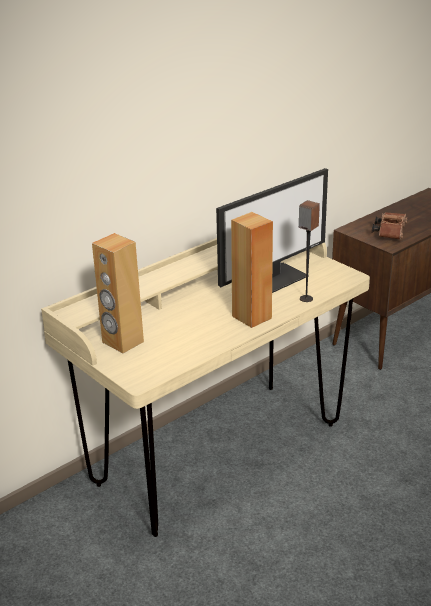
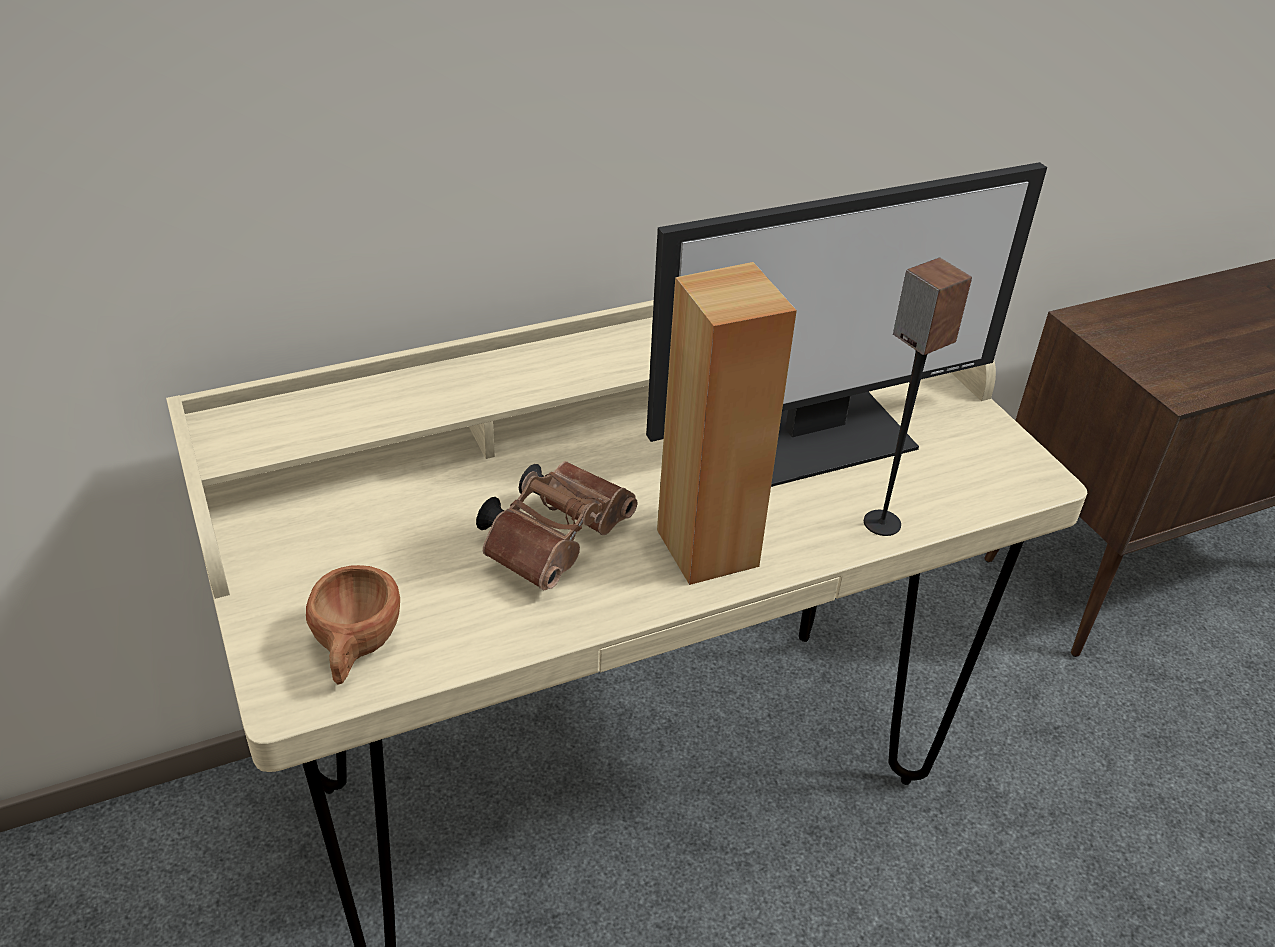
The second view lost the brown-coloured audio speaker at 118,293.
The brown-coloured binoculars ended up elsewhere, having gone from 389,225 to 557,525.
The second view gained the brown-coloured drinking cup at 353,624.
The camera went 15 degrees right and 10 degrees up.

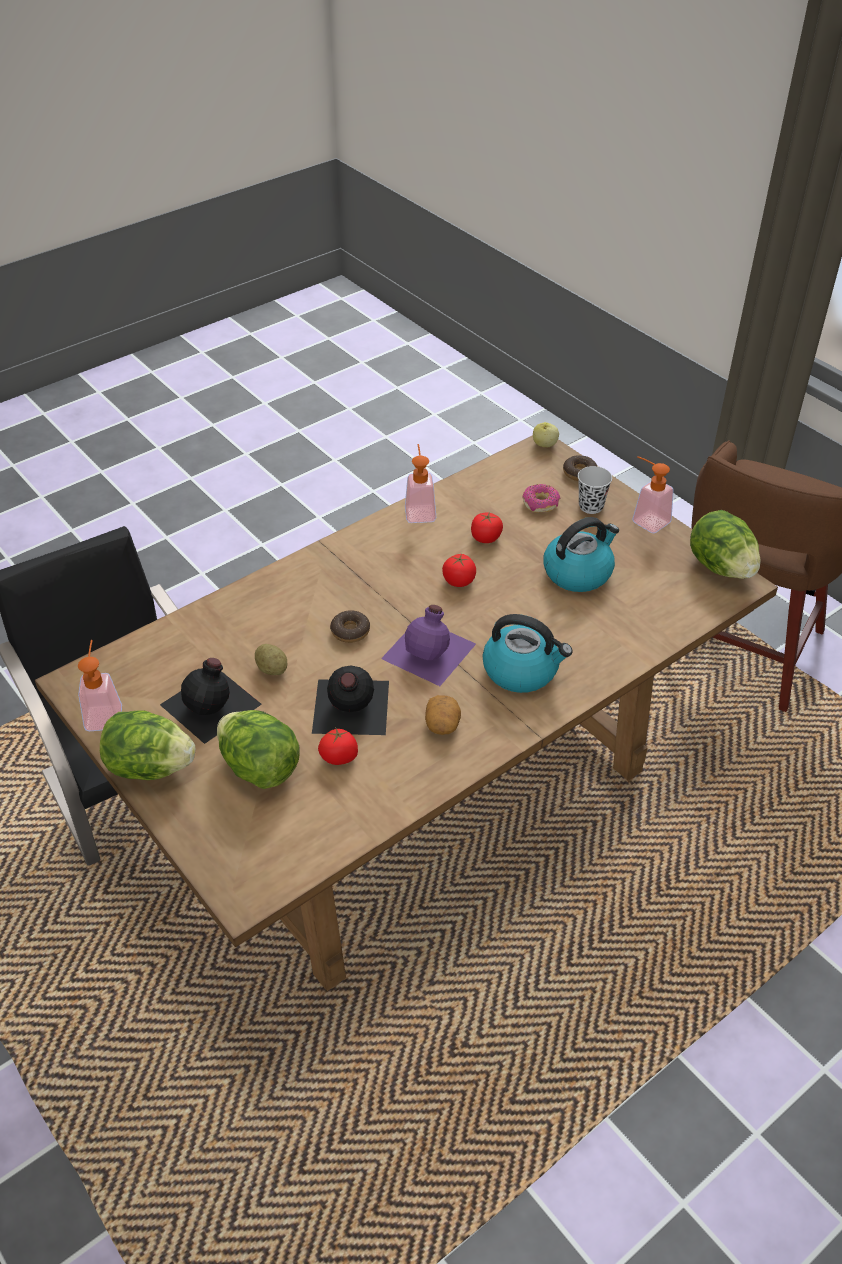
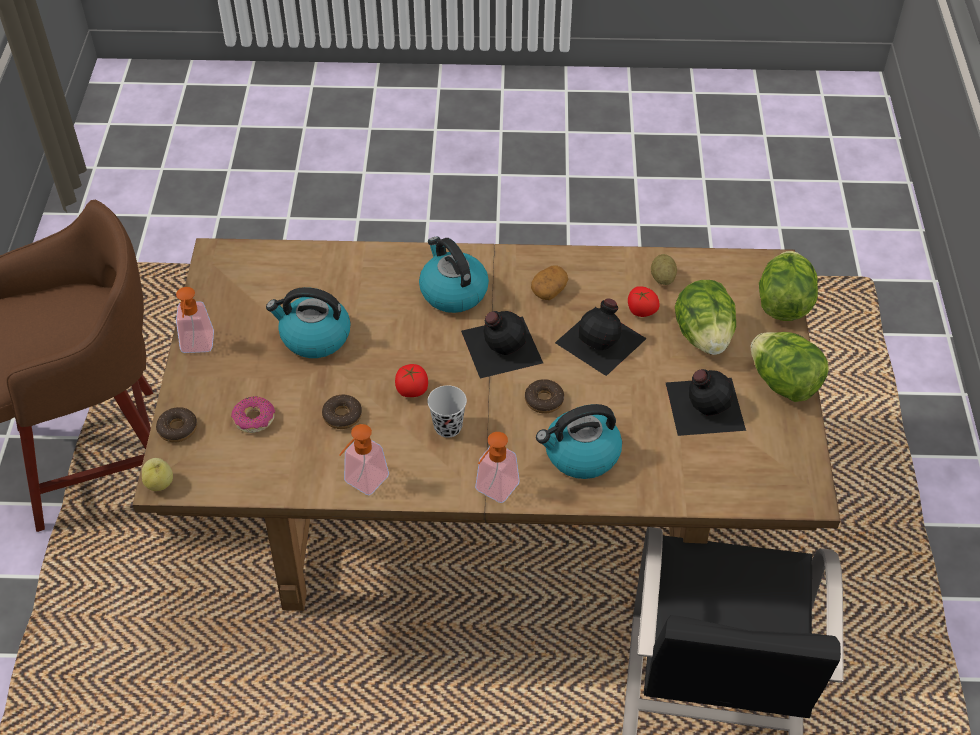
The soap dispenser ended up elsewhere, having gone from 100,685 to 497,467.
The spud ended up elsewhere, having gone from 271,659 to 664,269.
What was the purple beverage bottle at 428,645 turned into the black beverage bottle at 502,344.
Where the whole tomato stood at 487,527, the donut came to stand at 342,412.
The black drinking cup ended up elsewhere, having gone from 595,490 to 447,411.
The head of lettuce ended up elsewhere, having gone from 725,544 to 788,286.
The second view gained the water kettle at 579,441.
The camera went 140 degrees left and 5 degrees up.

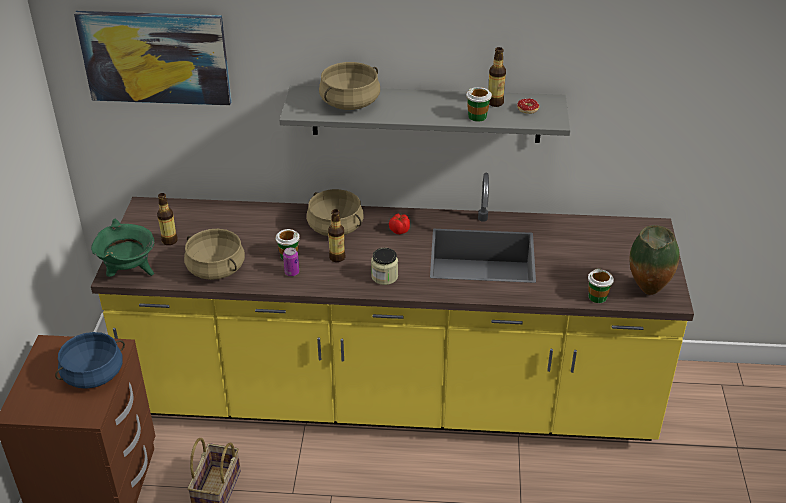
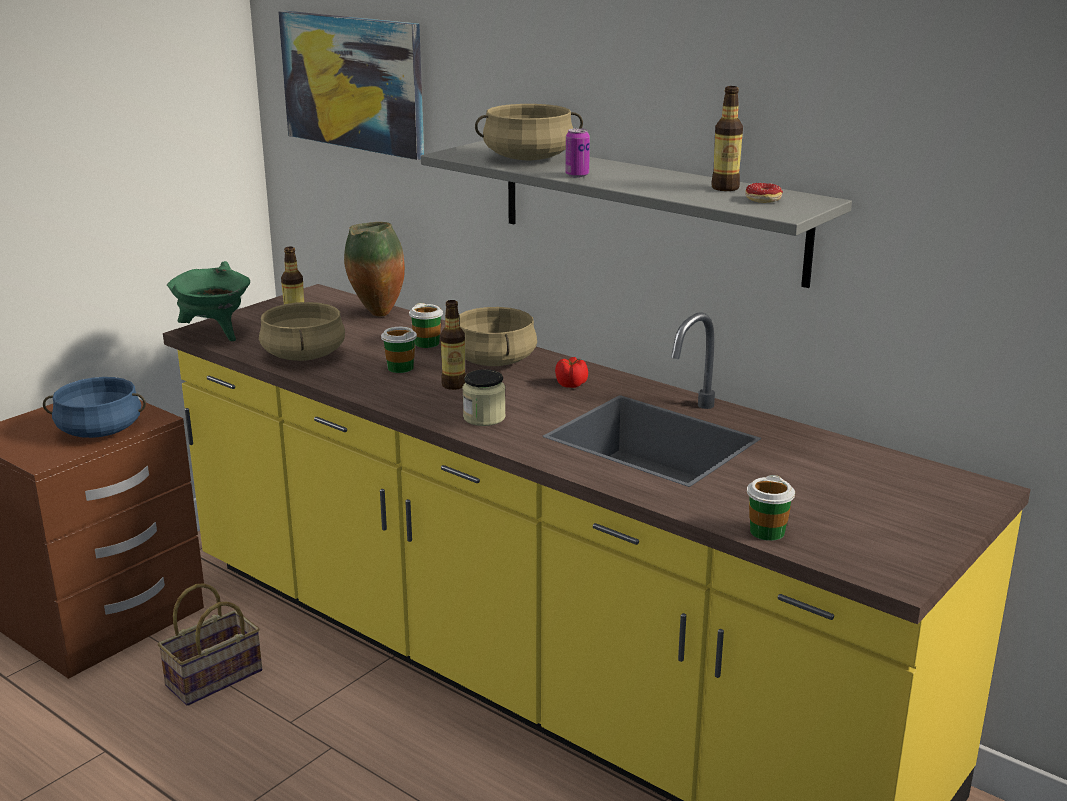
The metal can ended up elsewhere, having gone from 291,261 to 577,152.
The drinking cup ended up elsewhere, having gone from 479,104 to 426,325.
The vase ended up elsewhere, having gone from 655,260 to 374,269.
The camera went 35 degrees right and 15 degrees down.

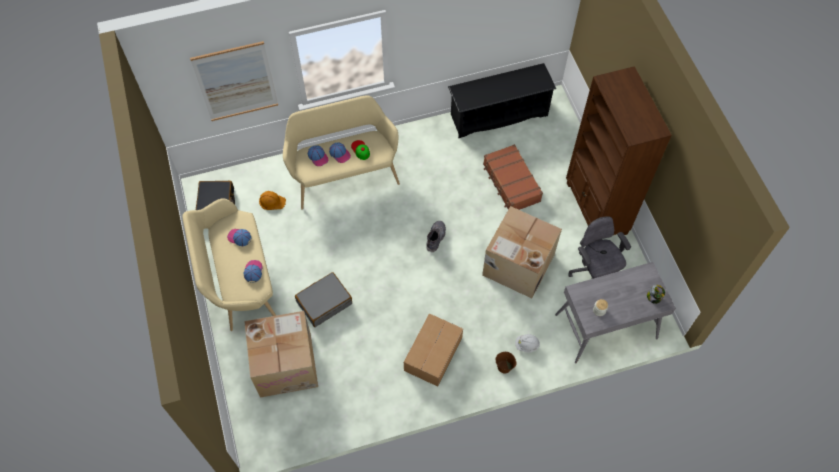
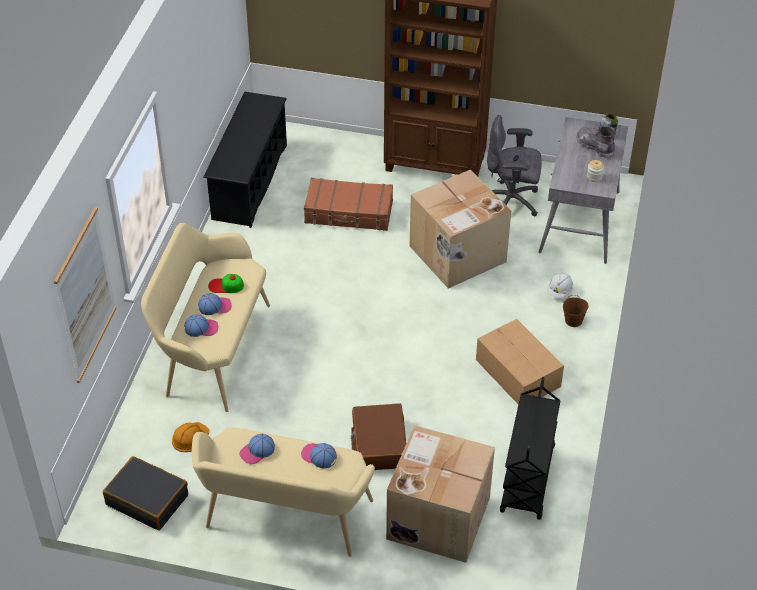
What was the gray piece of luggage at 323,299 turned into the brown-coloured piece of luggage at 378,436.
The gray boot ended up elsewhere, having gone from 436,236 to 596,142.
The second view gained the black trolley at 530,448.
The camera went 60 degrees left and 15 degrees down.

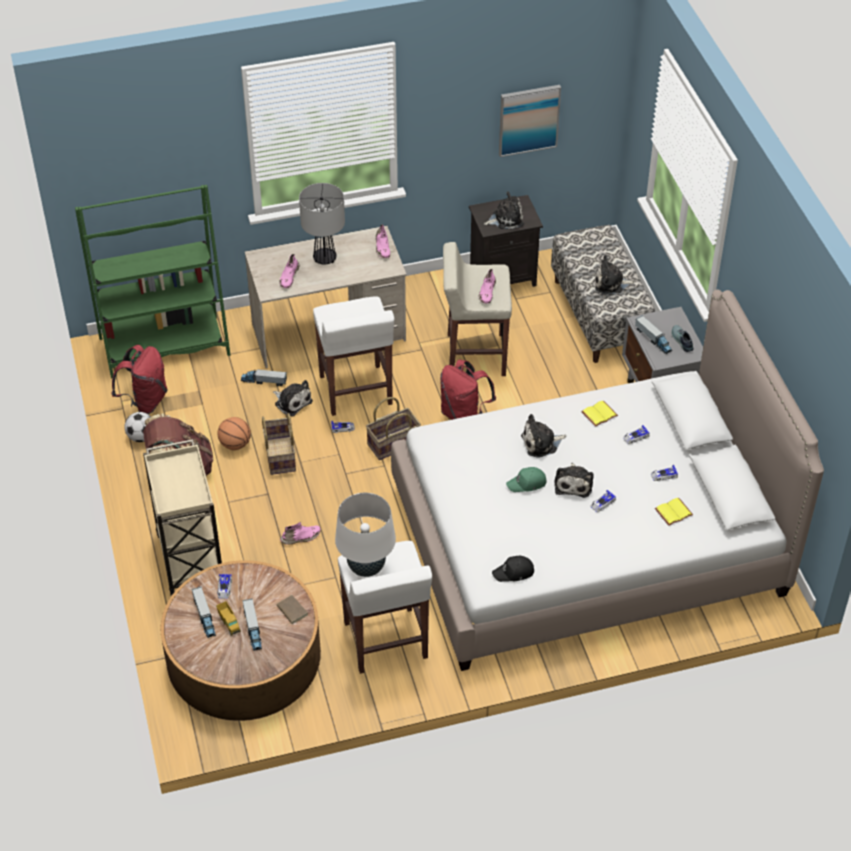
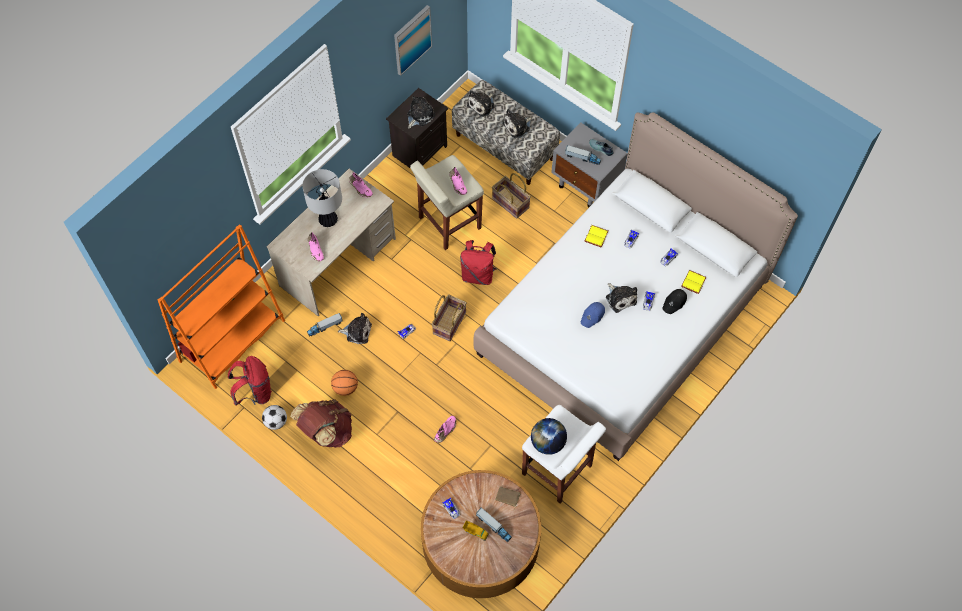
What was the green-coloured bookcase at 153,282 turned into the orange-coloured bookcase at 221,306.
The second view lost the sand-coloured trolley at 182,517.
The second view lost the model truck at 204,612.
The household basket ended up elsewhere, having gone from 279,444 to 511,196.
The second view lost the white sitting stool at 353,356.
Where the white lamp for a table stood at 365,535, the globe came to stand at 549,436.
The black baseball cap ended up elsewhere, having gone from 513,569 to 674,301.
What was the green-coloured baseball cap at 526,479 turned into the blue-coloured baseball cap at 593,315.
The soft toy ended up elsewhere, having gone from 543,436 to 481,103.
The camera went 35 degrees left and 15 degrees up.

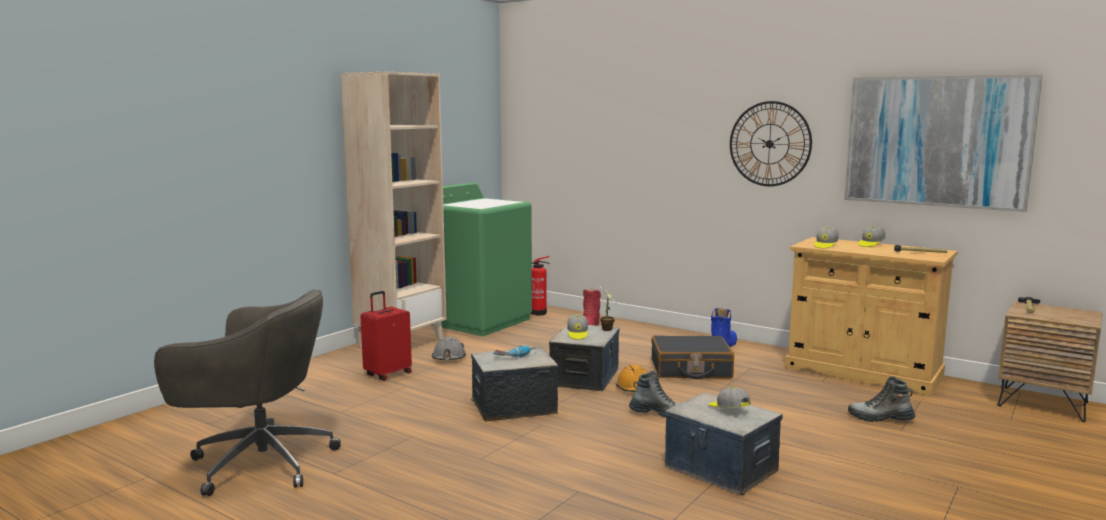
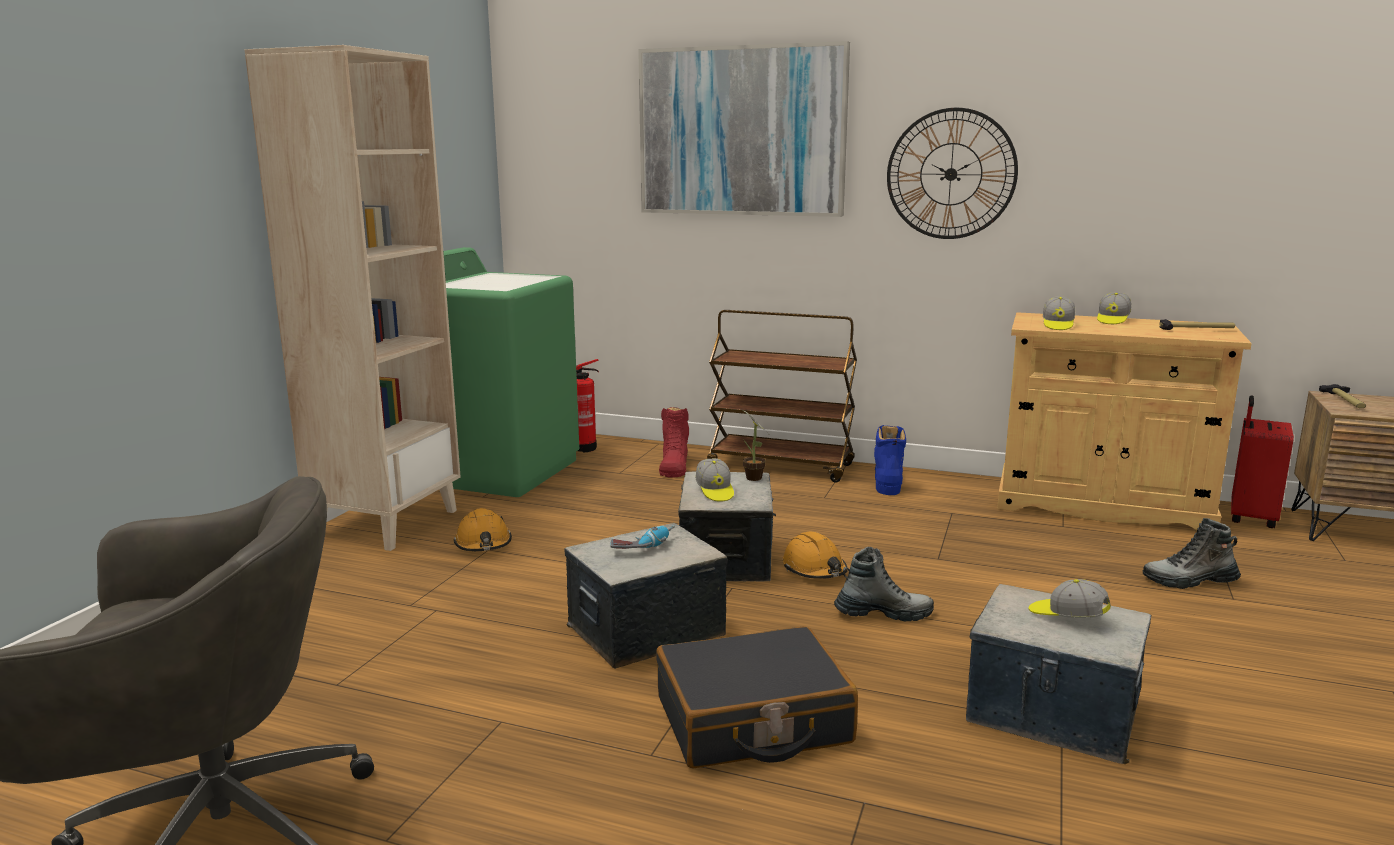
The red piece of luggage ended up elsewhere, having gone from 386,336 to 1262,462.
What was the gray hard hat at 449,348 turned into the orange-coloured hard hat at 482,529.
The black piece of luggage ended up elsewhere, having gone from 692,357 to 757,697.
The wall art ended up elsewhere, having gone from 943,143 to 744,129.
The second view gained the brown-coloured trolley at 782,396.
The camera went 15 degrees left and 5 degrees up.

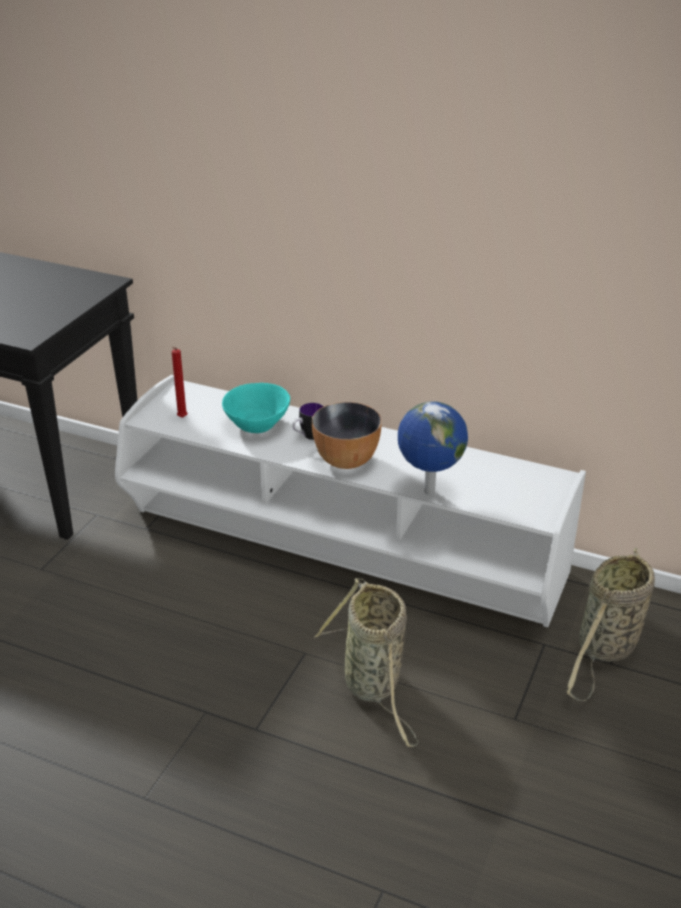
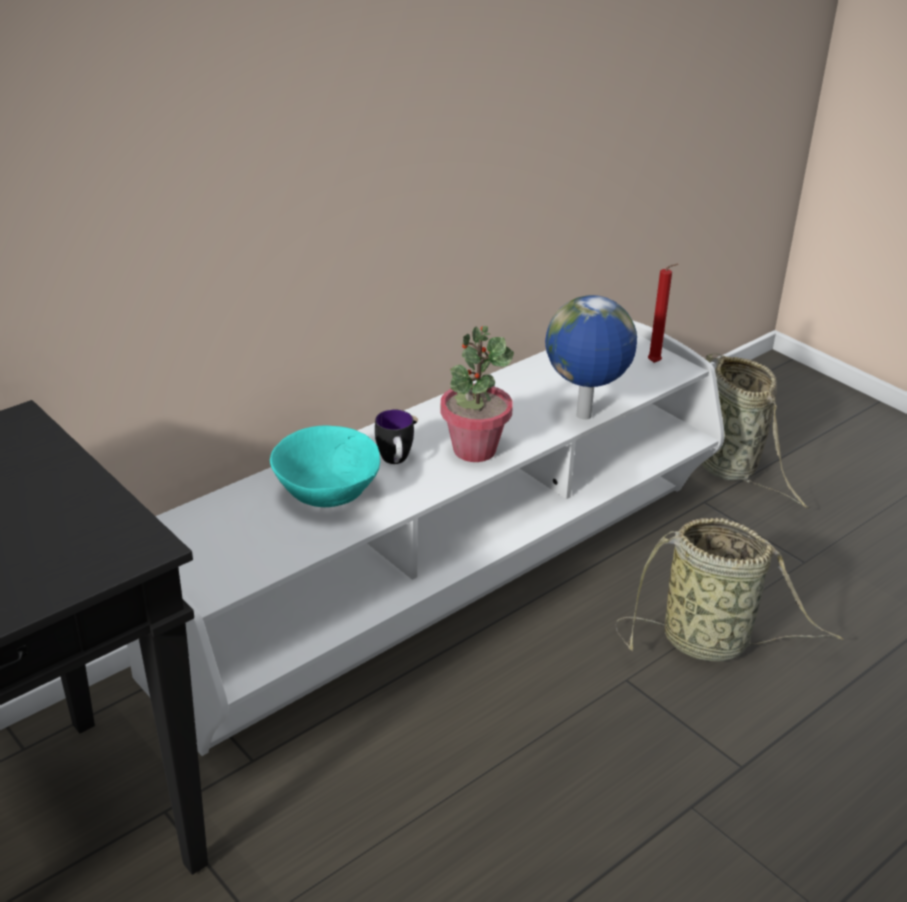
The red wax candle ended up elsewhere, having gone from 179,382 to 663,313.
Where the serving bowl stood at 347,435, the potted plant came to stand at 477,394.
The camera went 65 degrees left and 0 degrees up.

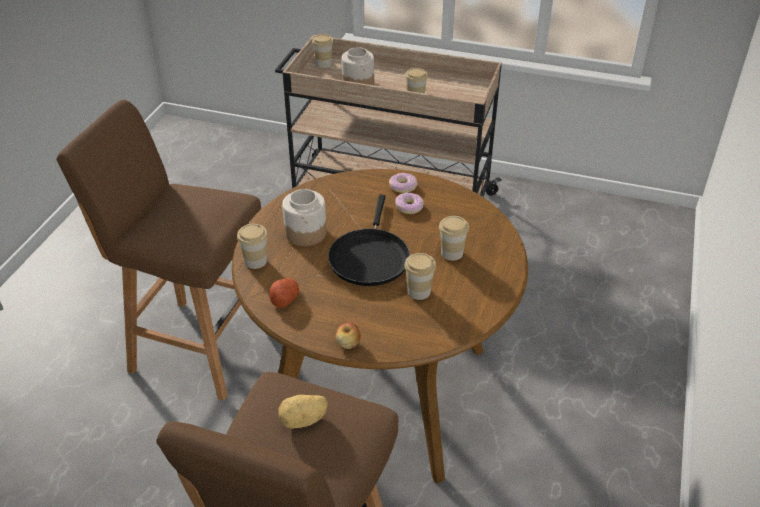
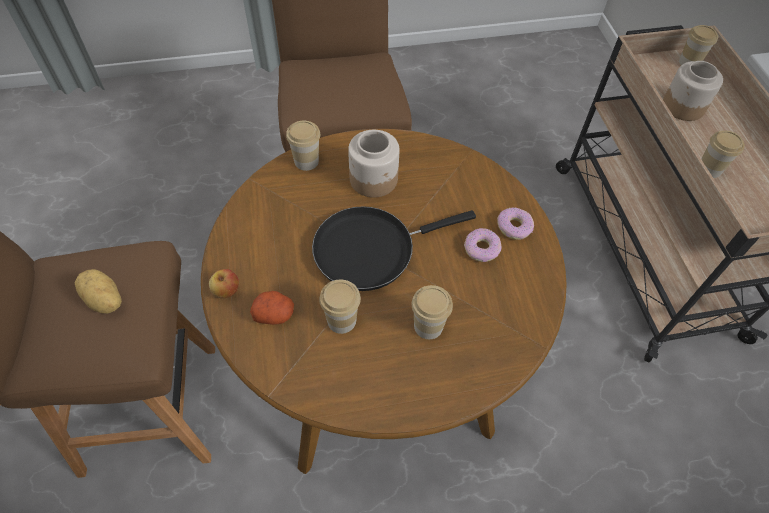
The spud ended up elsewhere, having gone from 284,293 to 272,308.
The camera went 60 degrees right and 15 degrees up.

